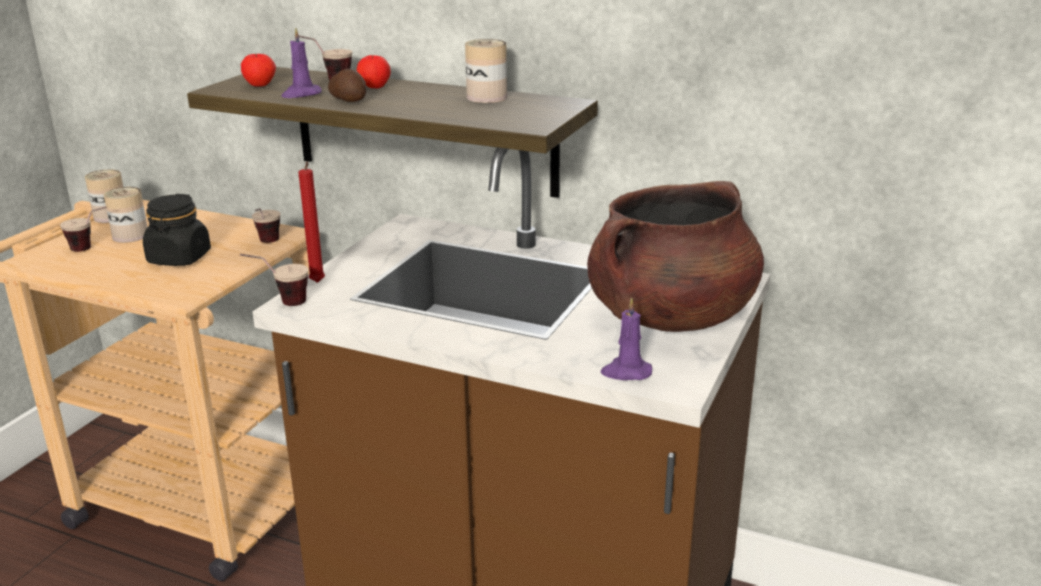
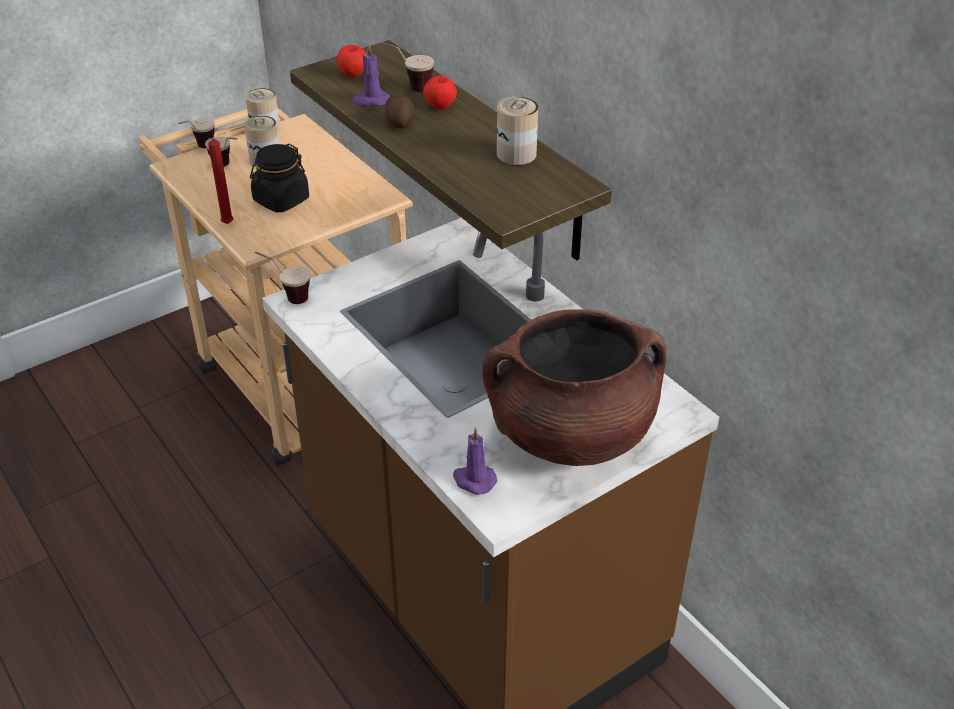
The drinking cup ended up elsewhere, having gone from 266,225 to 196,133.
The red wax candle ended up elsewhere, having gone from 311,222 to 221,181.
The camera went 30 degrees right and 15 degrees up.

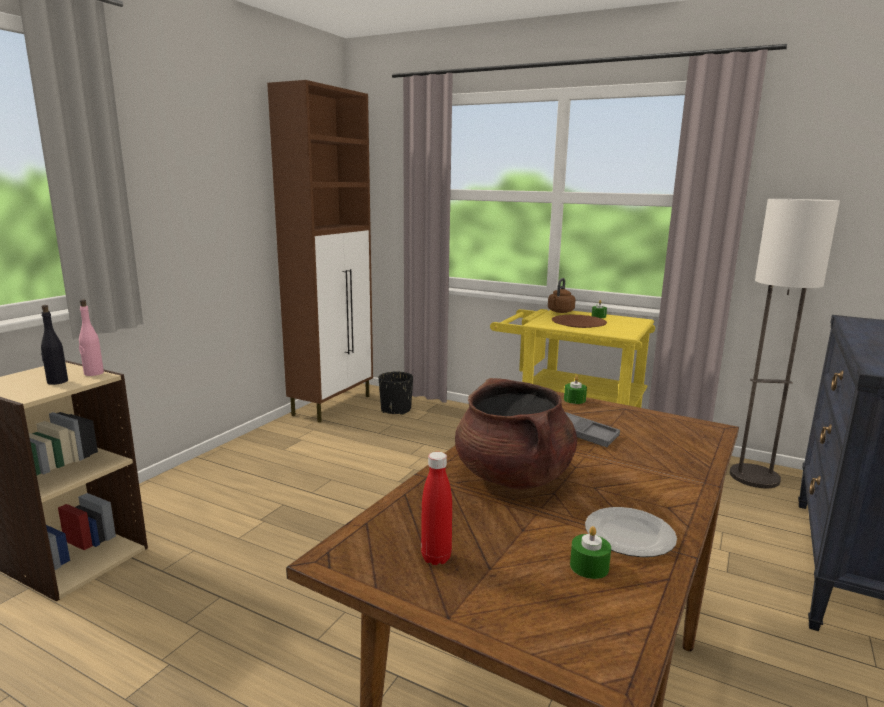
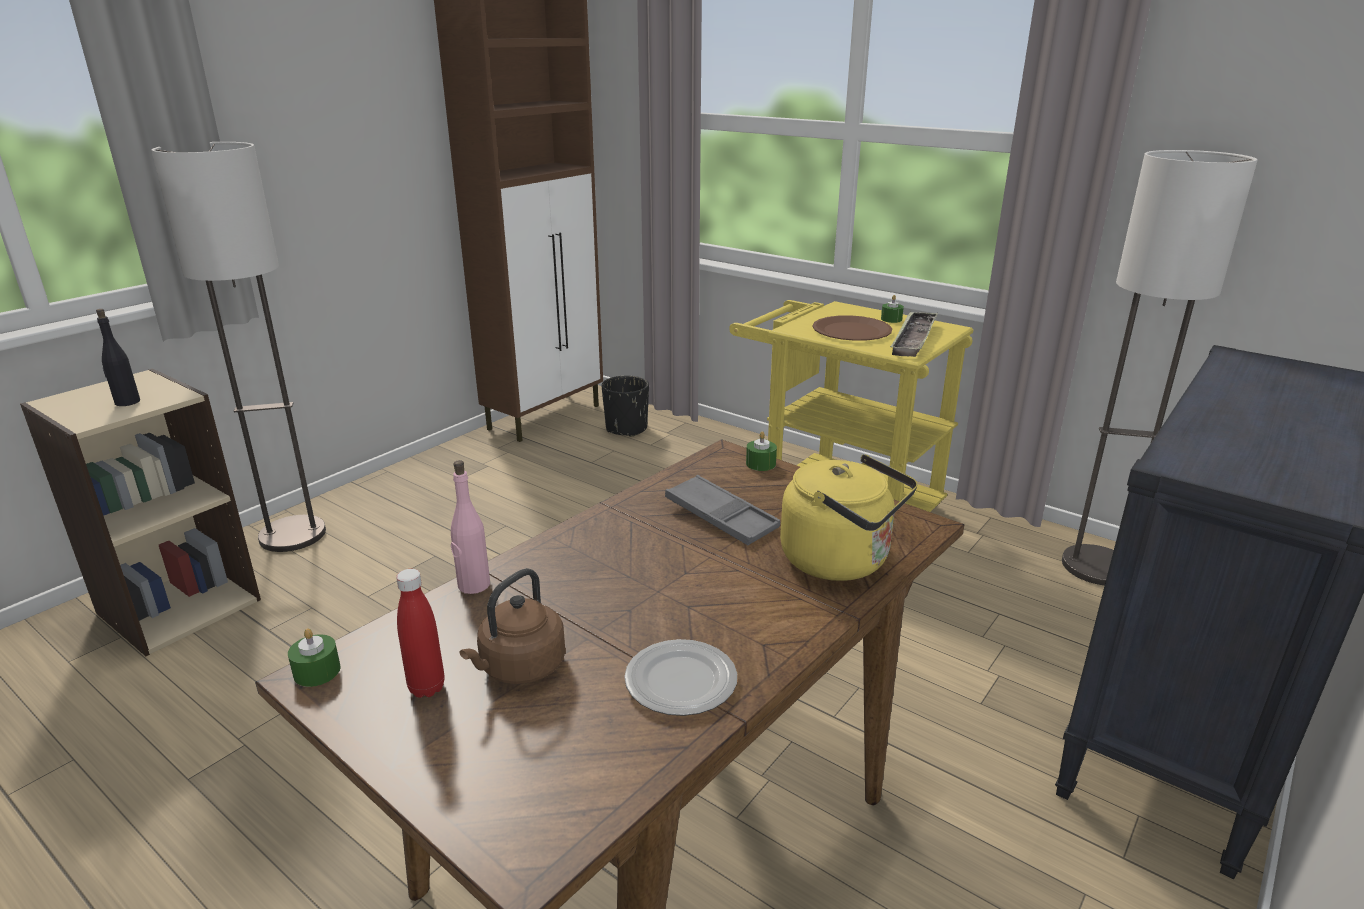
The pinkish beverage bottle ended up elsewhere, having gone from 91,337 to 470,527.
The second view lost the brown-coloured saucepot at 516,434.
The brown-coloured water kettle ended up elsewhere, having gone from 561,295 to 512,626.
The green-coloured wax candle ended up elsewhere, having gone from 590,552 to 314,657.
The second view gained the standing lamp at 238,347.
The second view gained the yellow water kettle at 849,517.
The second view gained the tray at 914,334.
The camera went 10 degrees right and 10 degrees up.

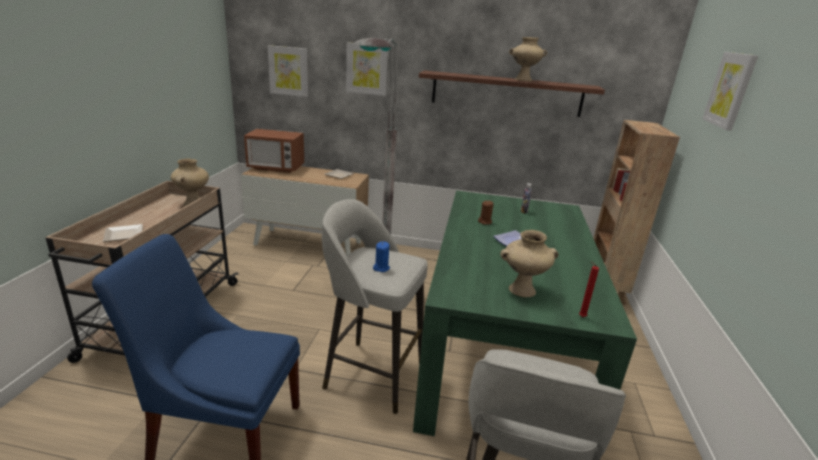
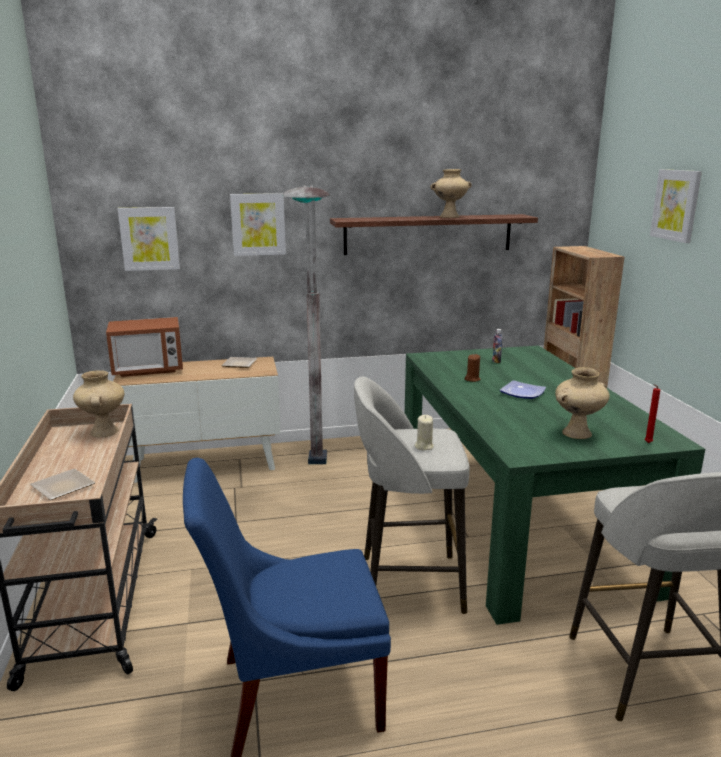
What was the blue-coloured wax candle at 381,256 turned into the sand-coloured wax candle at 424,432.
The camera went 20 degrees left and 5 degrees down.

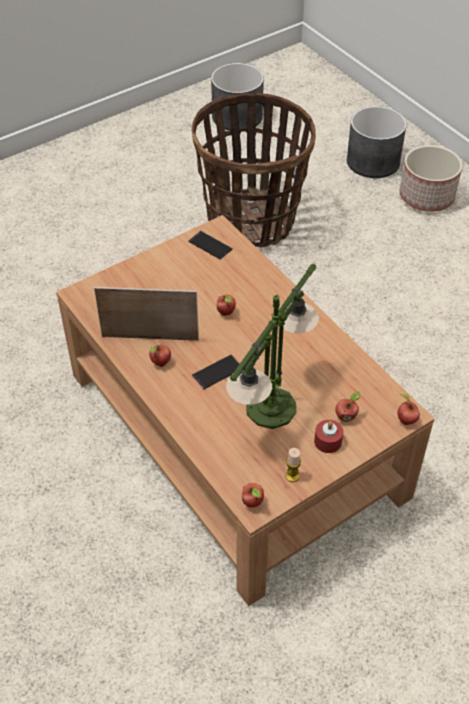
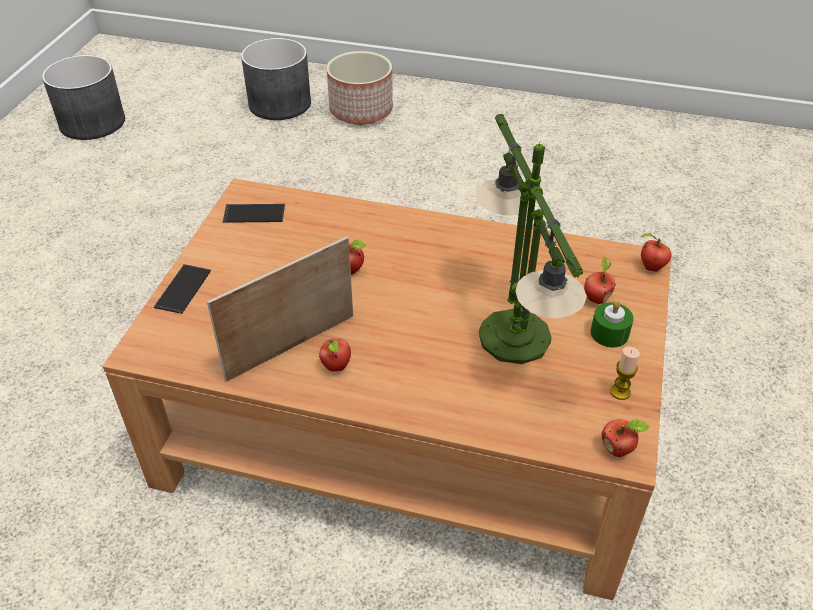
The second view lost the household basket at 253,170.
The phone ended up elsewhere, having gone from 215,372 to 182,289.
What was the red wax candle at 328,436 turned into the green-coloured wax candle at 612,323.
The camera went 40 degrees left and 5 degrees down.

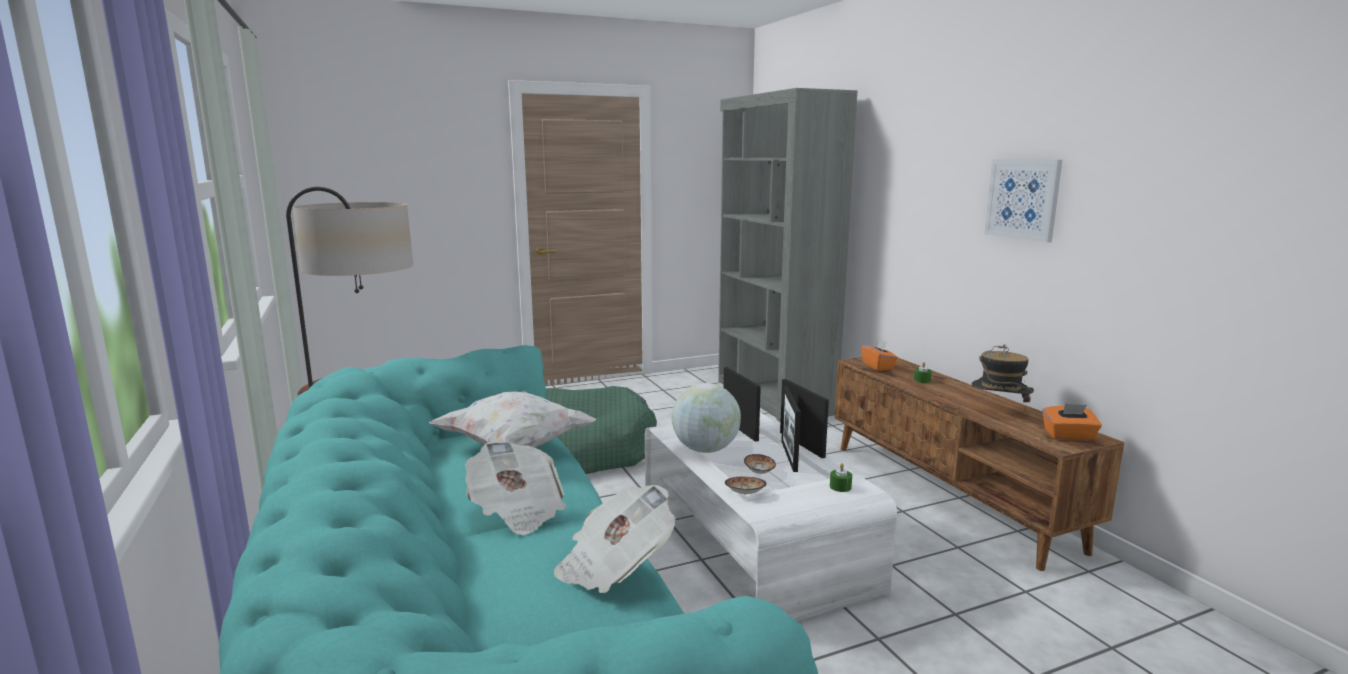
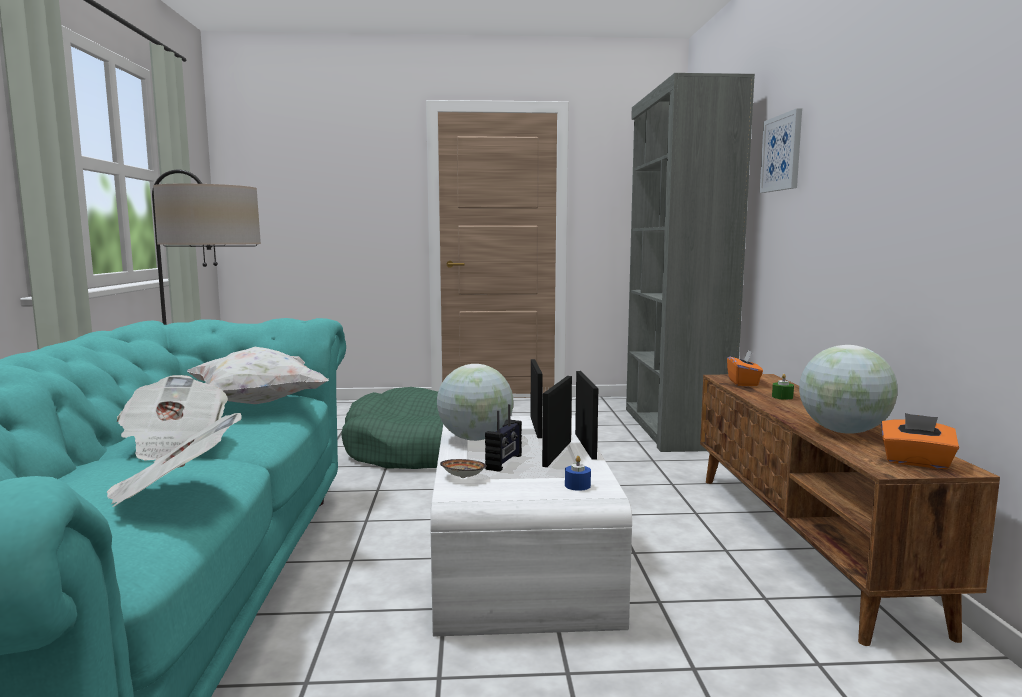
Where the serving bowl stood at 760,464, the radio receiver came to stand at 503,438.
What was the green-coloured wax candle at 841,477 turned into the blue-coloured wax candle at 578,473.
Where the wearable hat stood at 1003,379, the globe came to stand at 848,389.
The wall art ended up elsewhere, having gone from 1023,201 to 781,151.
The camera went 20 degrees right and 5 degrees down.

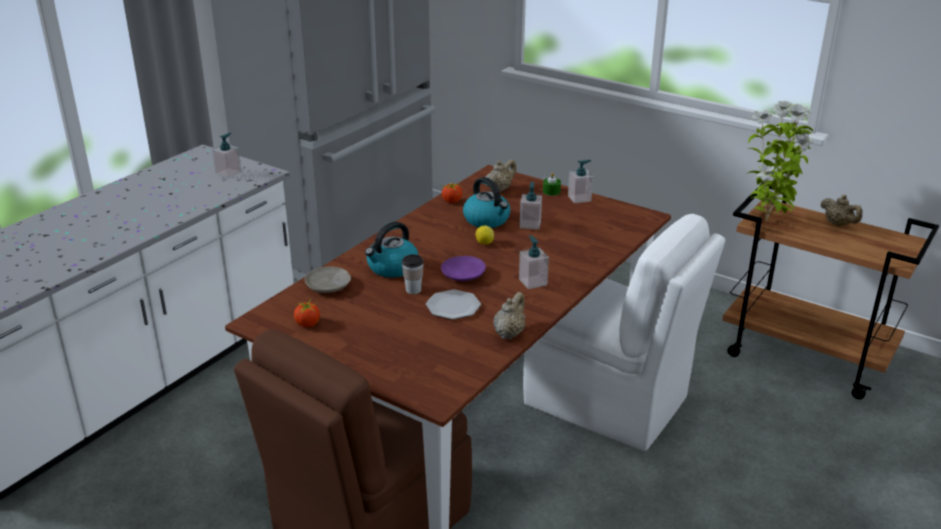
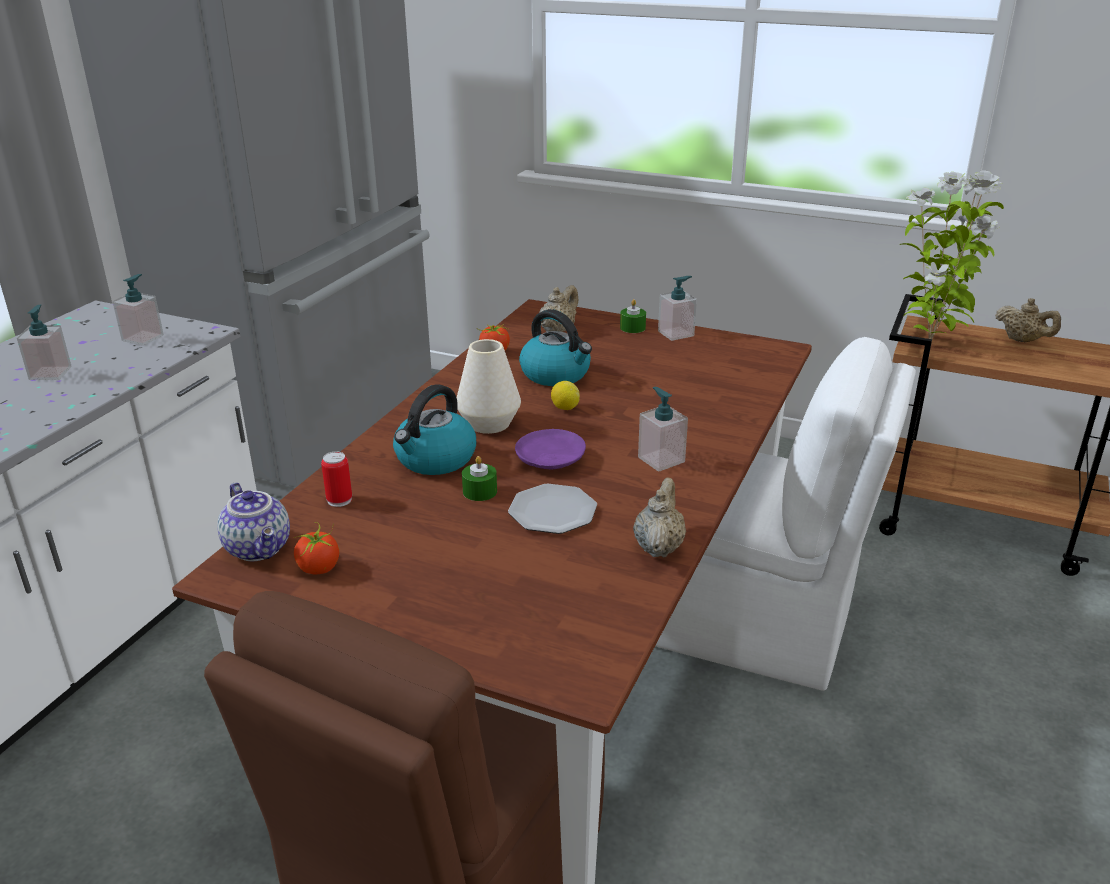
Where the sand-coloured flat dish stood at 328,279, the metal can came to stand at 336,479.
Where the drinking cup stood at 413,274, the green-coloured wax candle came to stand at 479,478.
The soap dispenser ended up elsewhere, having gone from 531,206 to 44,342.
The second view gained the tea pot at 253,521.
The second view gained the white vase at 489,386.
The camera went 10 degrees left and 0 degrees up.

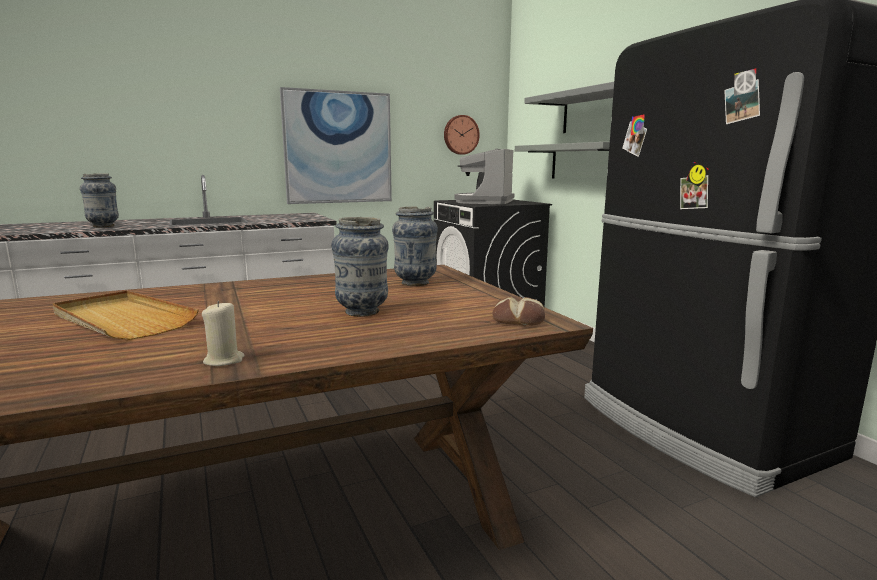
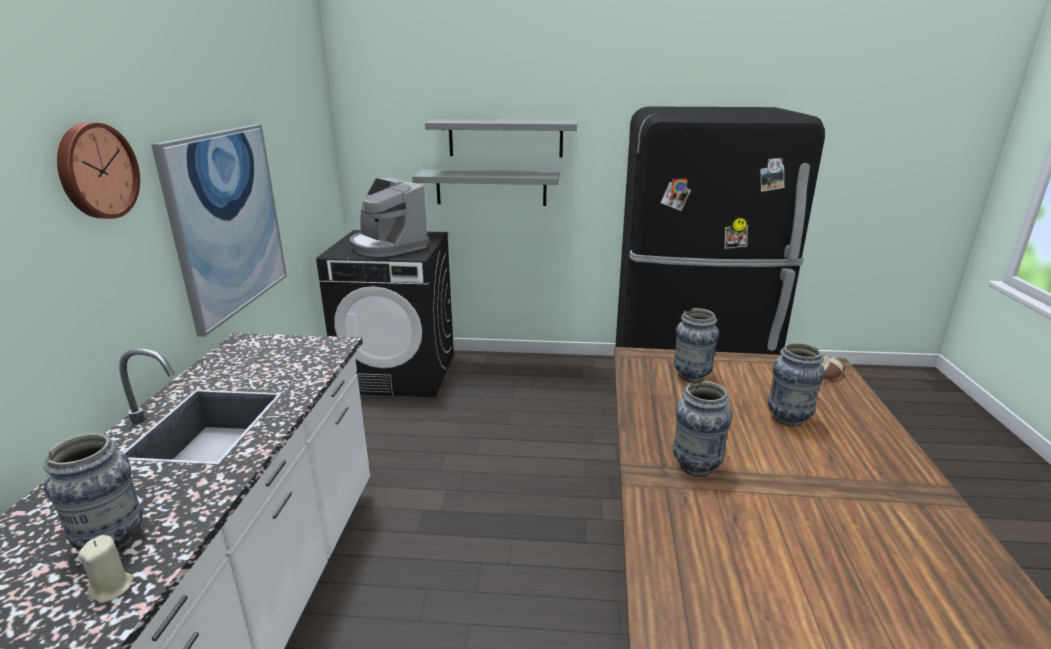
The second view lost the sand-coloured tray at 126,315.
The sand-coloured wax candle ended up elsewhere, having gone from 223,333 to 106,569.
The wall clock ended up elsewhere, having gone from 462,135 to 98,171.
The second view gained the vase at 702,429.
The camera went 60 degrees left and 10 degrees up.

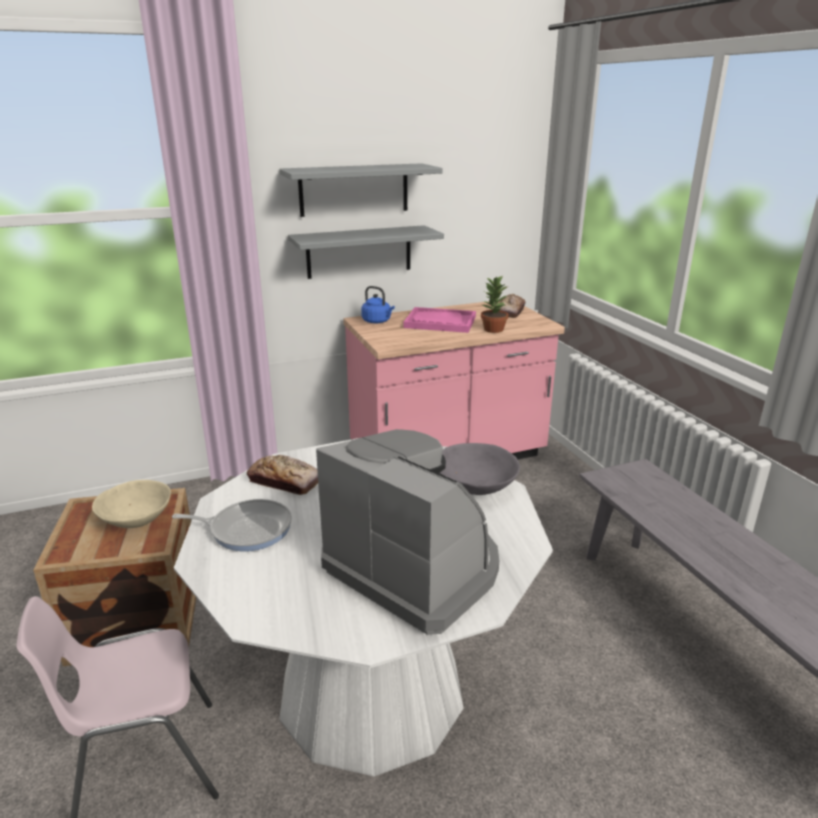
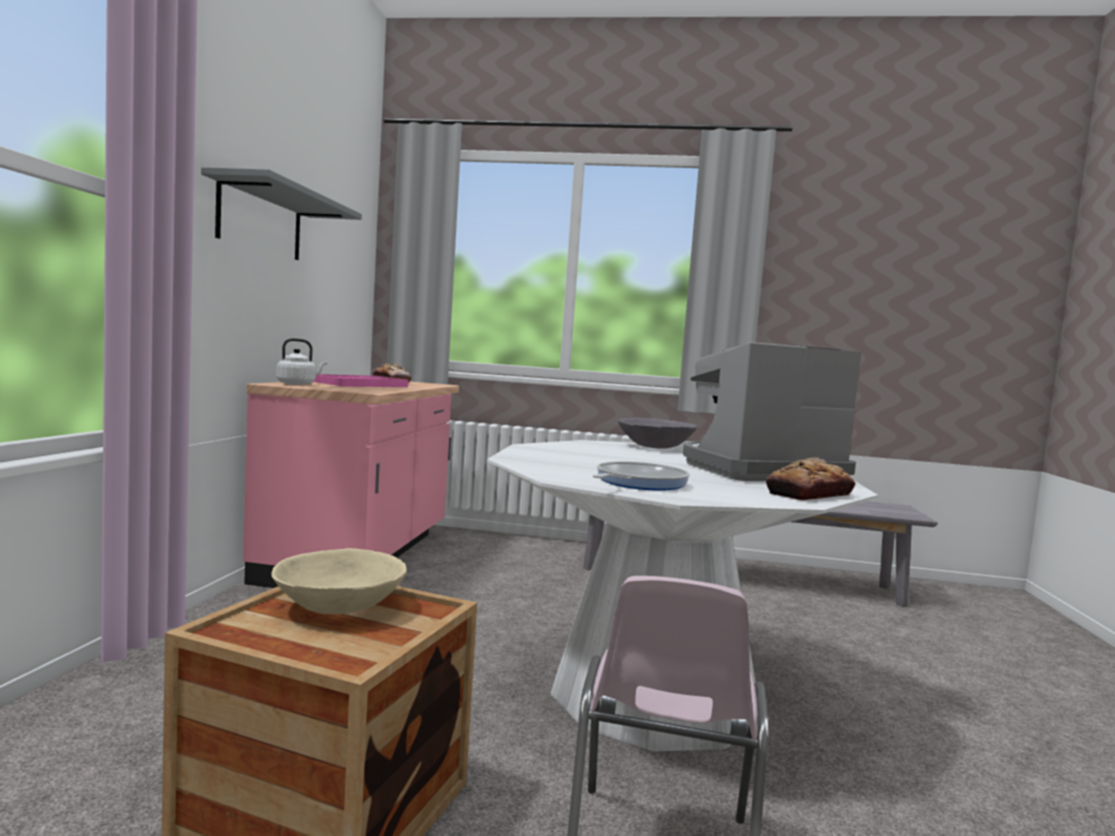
The bakery bread ended up elsewhere, having gone from 282,475 to 811,478.
The second view lost the gray shelf at 366,252.
What was the blue-coloured water kettle at 378,304 turned into the white water kettle at 302,361.
The second view lost the potted plant at 494,304.
The camera went 60 degrees left and 20 degrees down.

